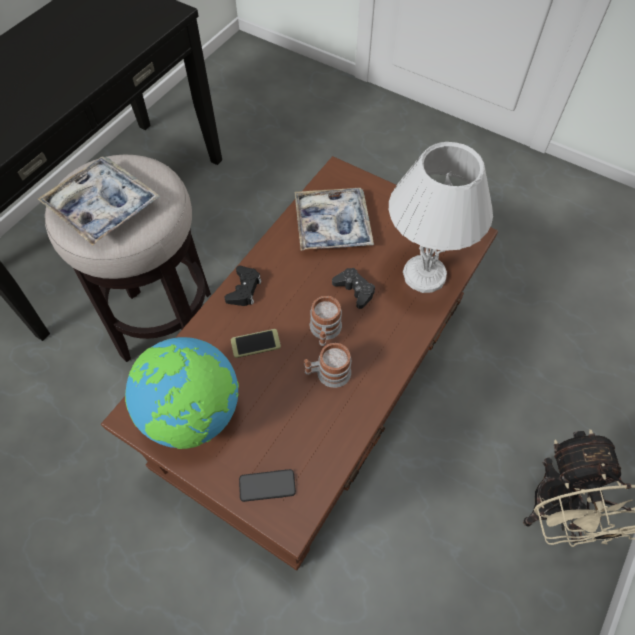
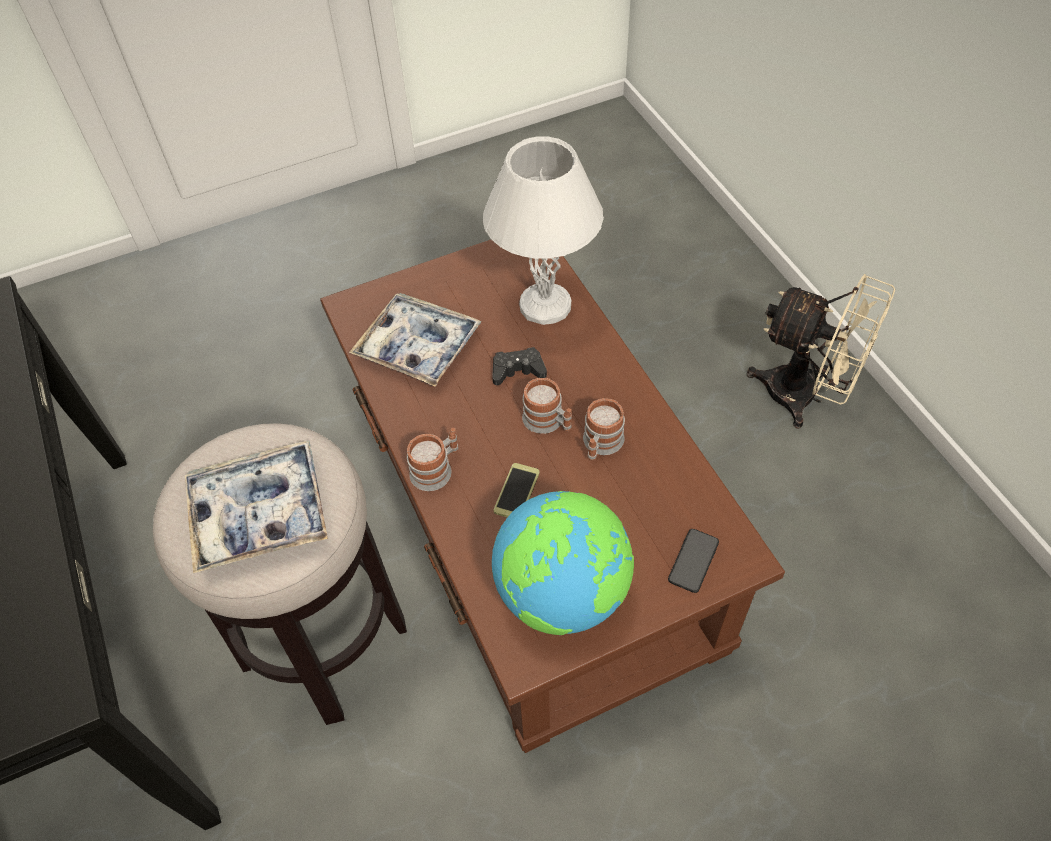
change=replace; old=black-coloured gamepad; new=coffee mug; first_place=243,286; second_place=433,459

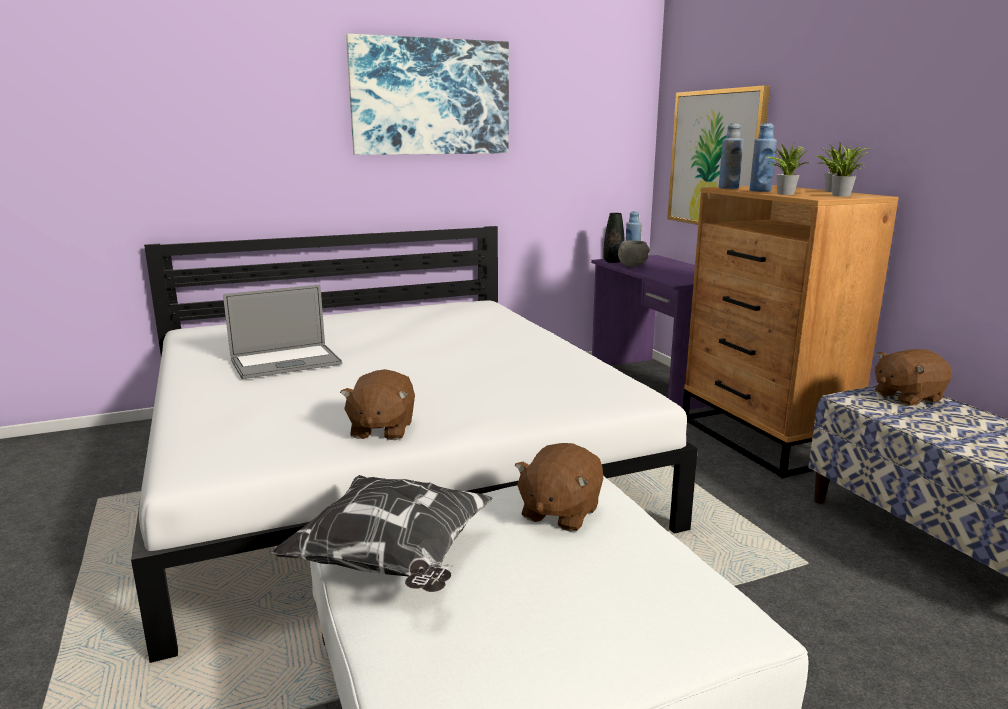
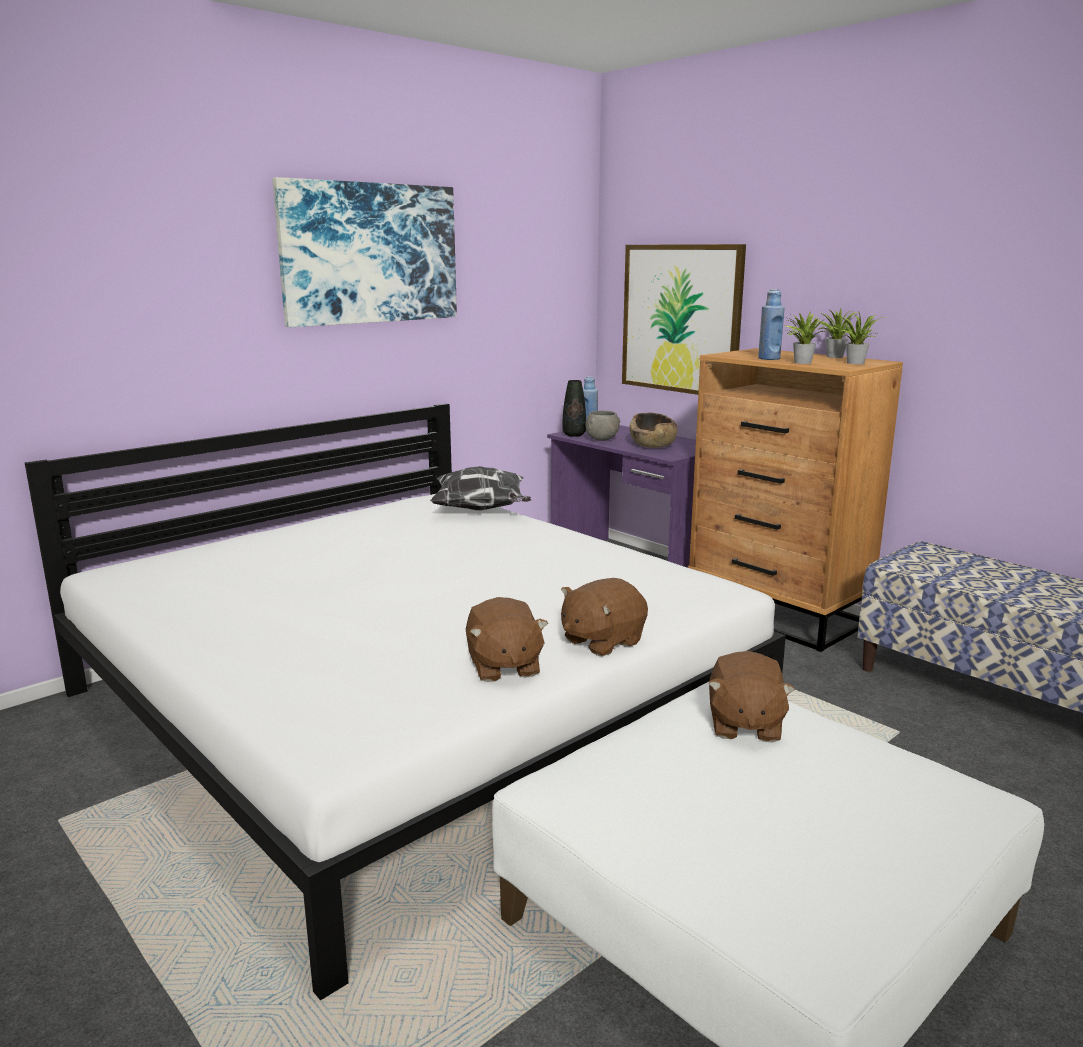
change=delete; old=laptop; first_place=282,332
change=move; old=cushion; first_place=382,533; second_place=480,488
change=delete; old=bluish drink bottle; first_place=731,156
change=move; old=brown-coloured plush toy; first_place=913,377; second_place=604,617
change=insert; new=brown-coloured serving bowl; second_place=653,430

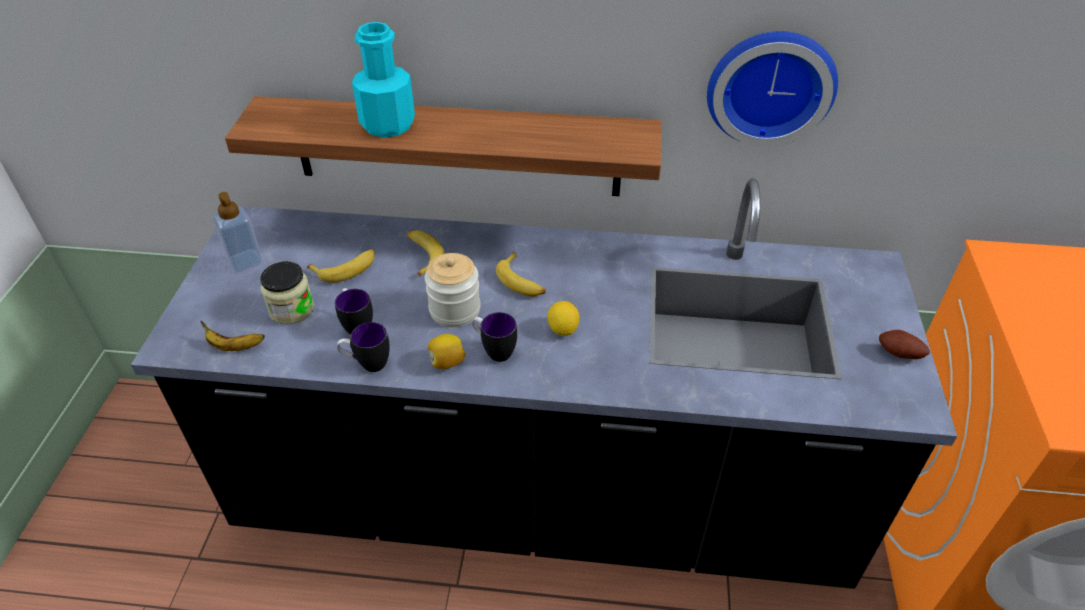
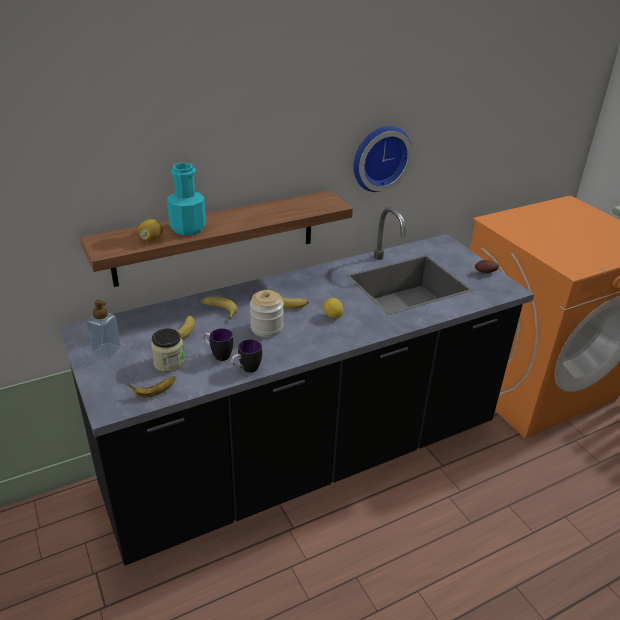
change=move; old=whole lemon; first_place=447,351; second_place=150,230
change=delete; old=coffee mug; first_place=494,337

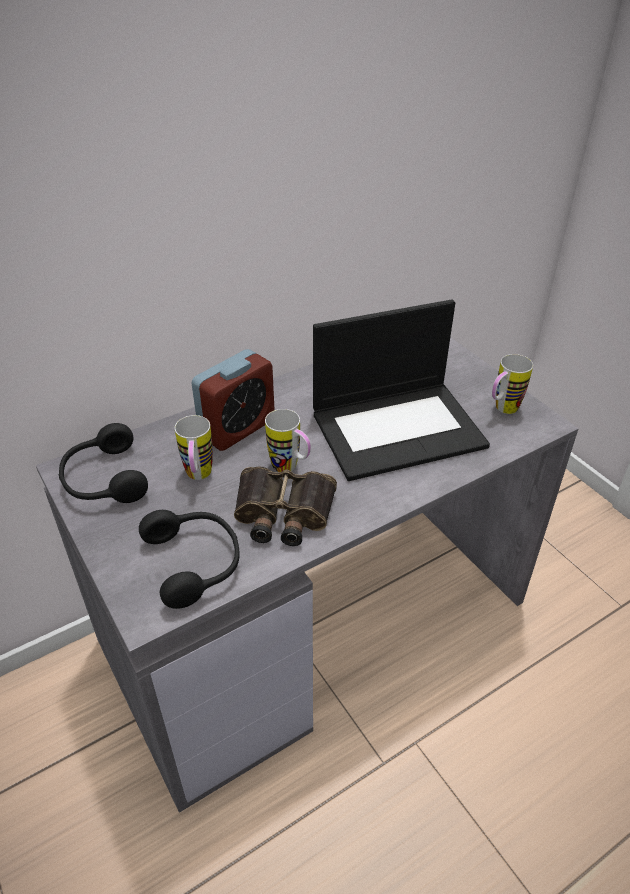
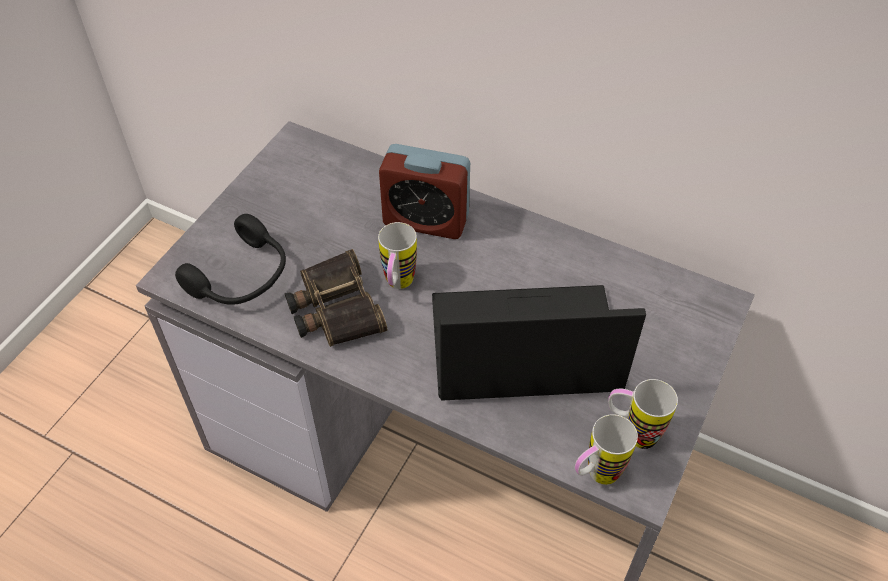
change=delete; old=black-coloured headset; first_place=103,463
change=move; old=coffee mug; first_place=194,447; second_place=606,449
change=rotate; old=laptop; first_place=401,390; second_place=539,343; degrees=135

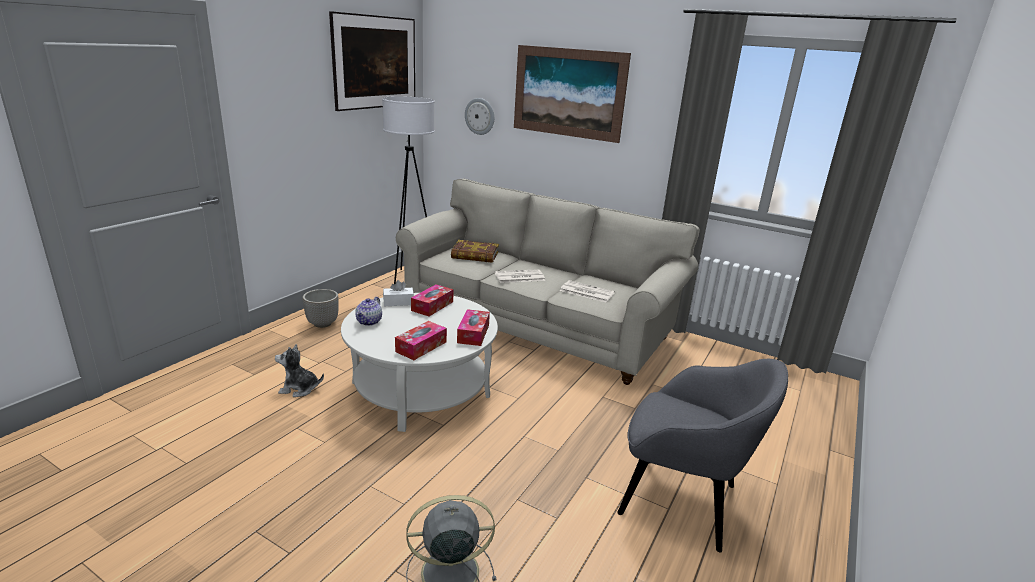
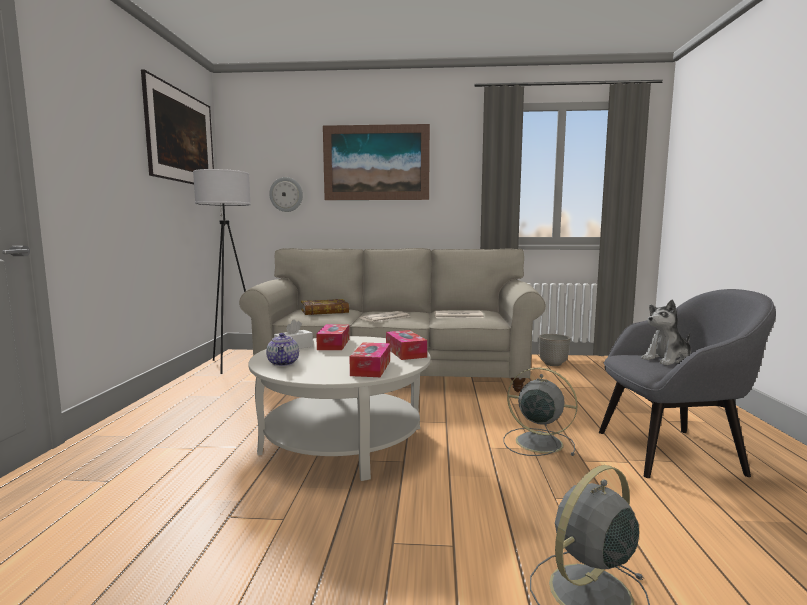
change=move; old=plush toy; first_place=299,370; second_place=666,332
change=move; old=planter; first_place=321,308; second_place=554,350
change=insert; new=grey electric fan; second_place=541,412

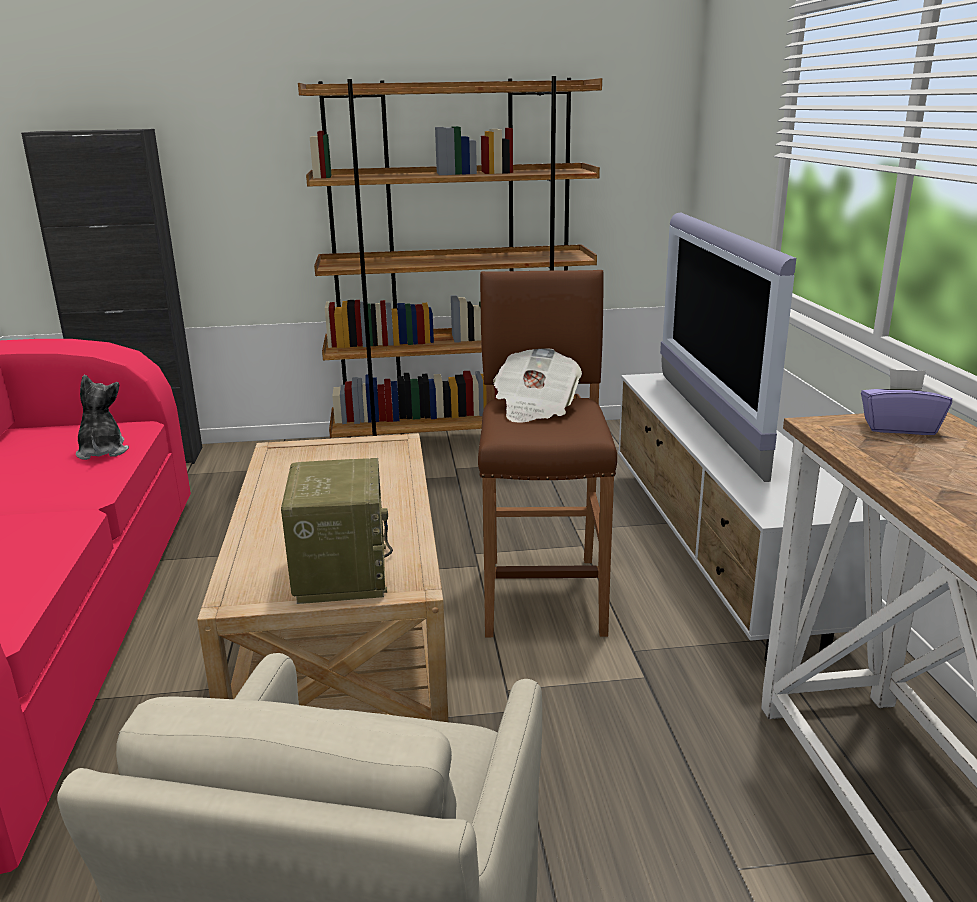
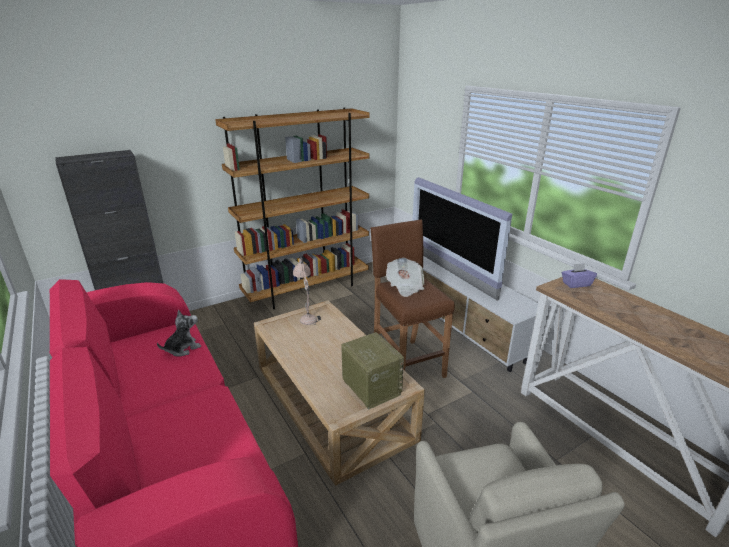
change=rotate; old=plush toy; first_place=102,417; second_place=179,333; degrees=90
change=insert; new=beige-coloured tabletop lamp; second_place=307,291

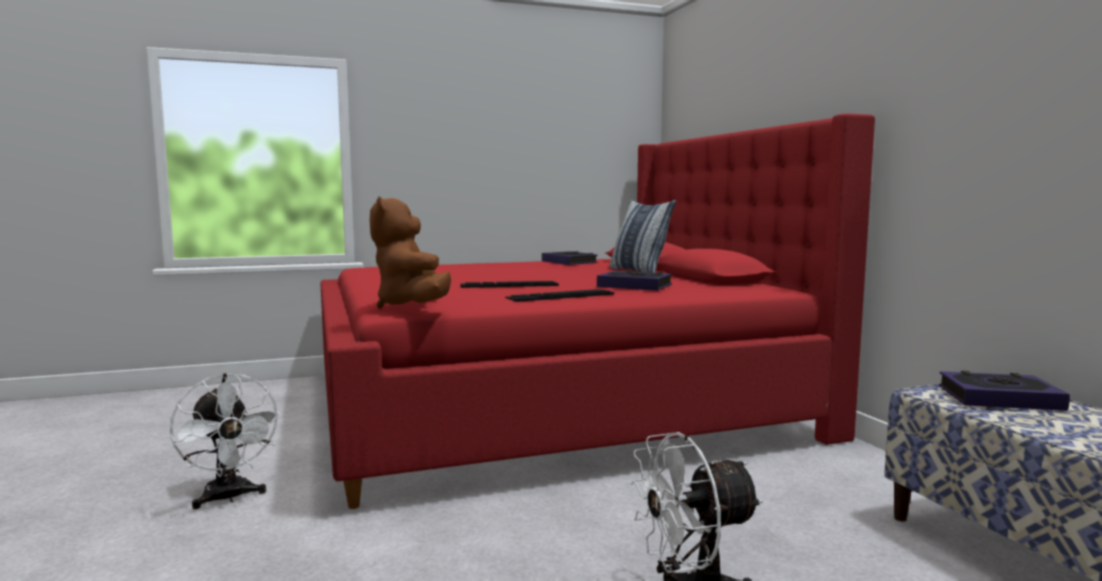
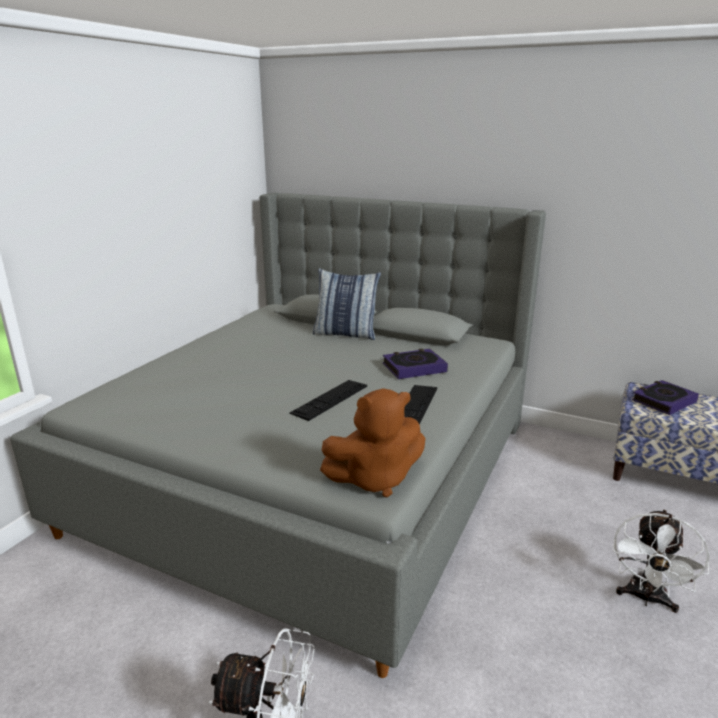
change=recolor; old=reddish bedroom bed; new=grey bedroom bed; first_place=597,311; second_place=278,435
change=rotate; old=brown-coloured plush toy; first_place=410,252; second_place=373,443; degrees=-45
change=delete; old=book; first_place=570,258

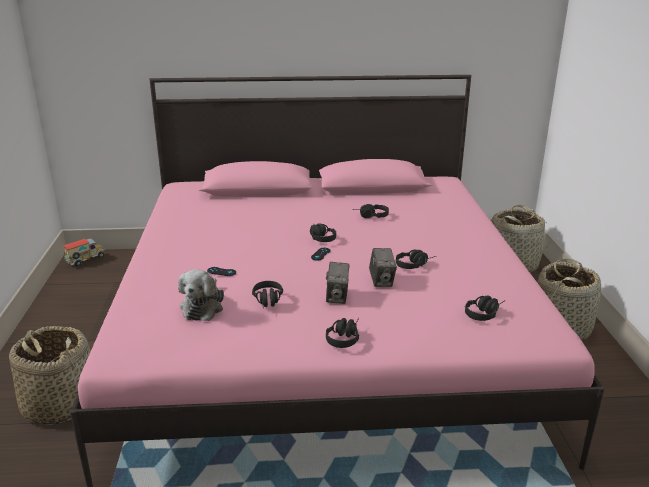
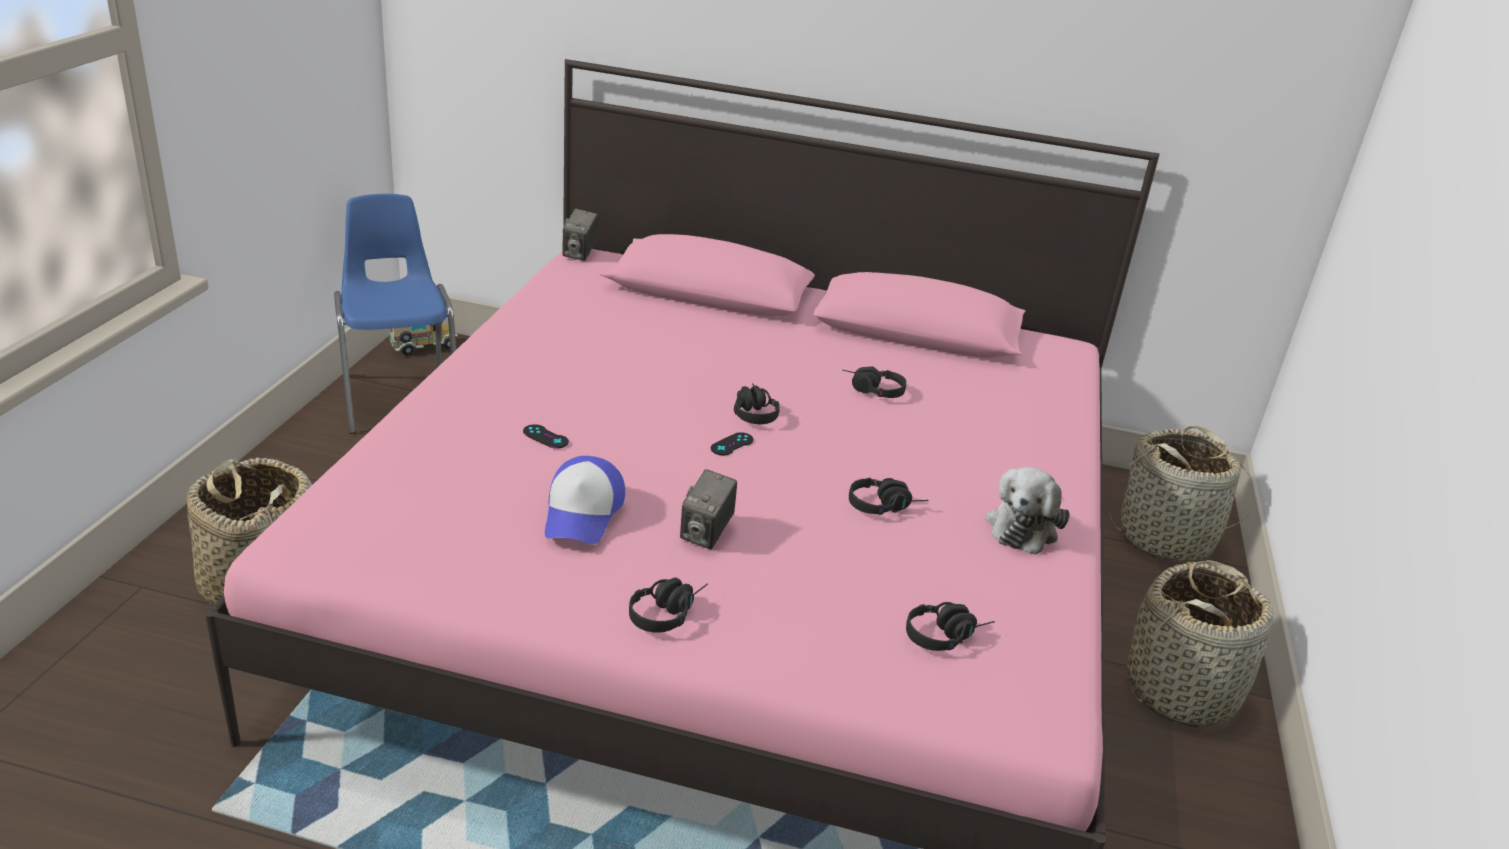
change=move; old=plush toy; first_place=201,295; second_place=1028,511
change=replace; old=black-coloured headset; new=cap; first_place=267,294; second_place=585,500
change=move; old=still camera; first_place=383,267; second_place=580,235
change=insert; new=bluish upright chair; second_place=395,314

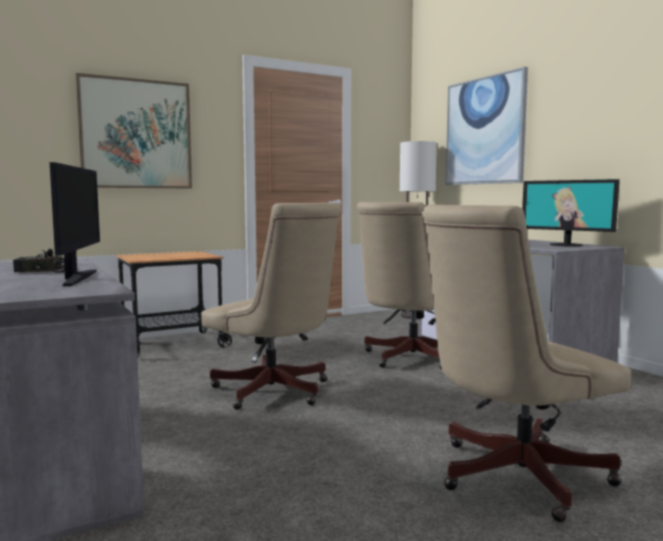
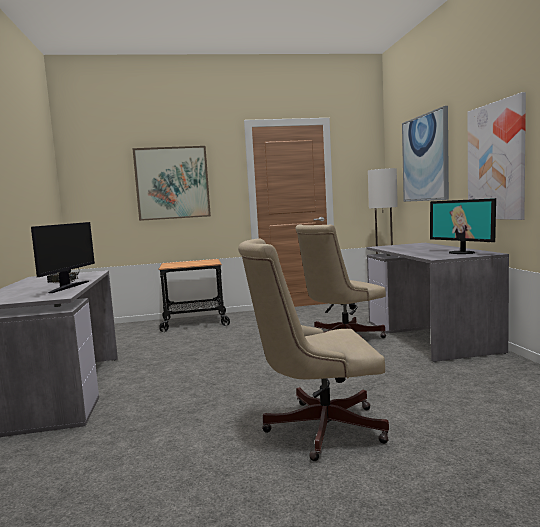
change=delete; old=beige-coloured computer chair; first_place=271,306
change=insert; new=wall art; second_place=497,156

